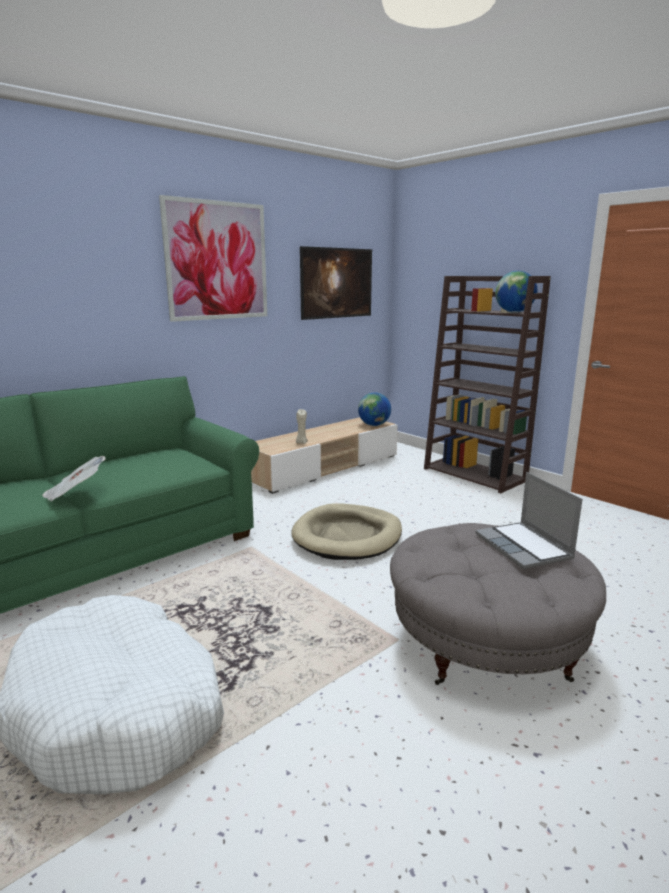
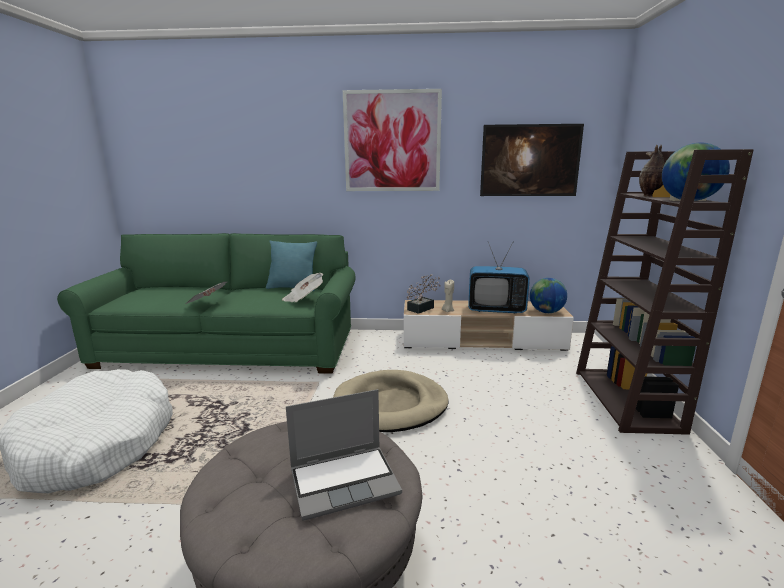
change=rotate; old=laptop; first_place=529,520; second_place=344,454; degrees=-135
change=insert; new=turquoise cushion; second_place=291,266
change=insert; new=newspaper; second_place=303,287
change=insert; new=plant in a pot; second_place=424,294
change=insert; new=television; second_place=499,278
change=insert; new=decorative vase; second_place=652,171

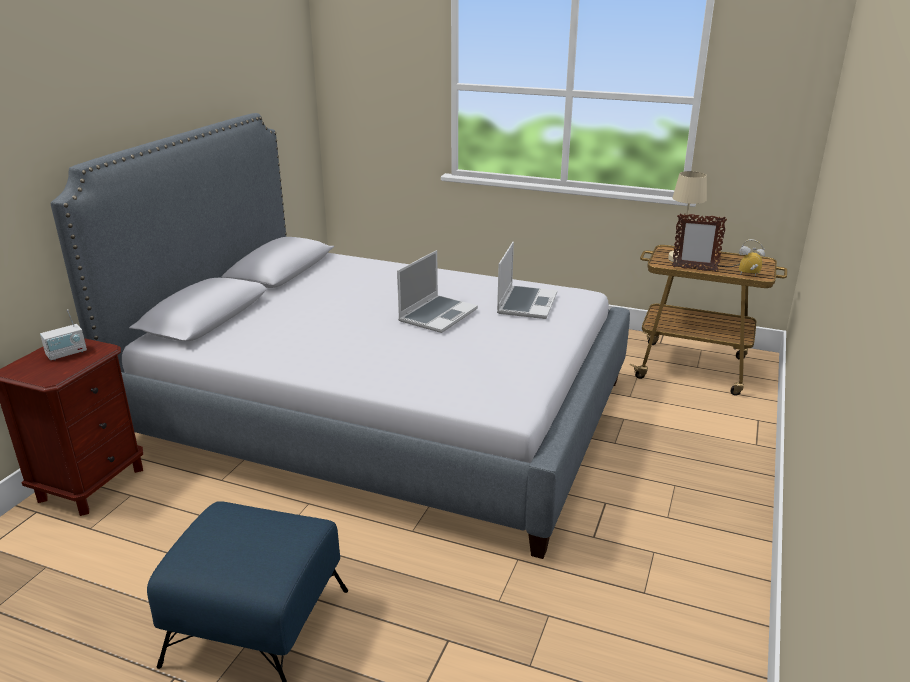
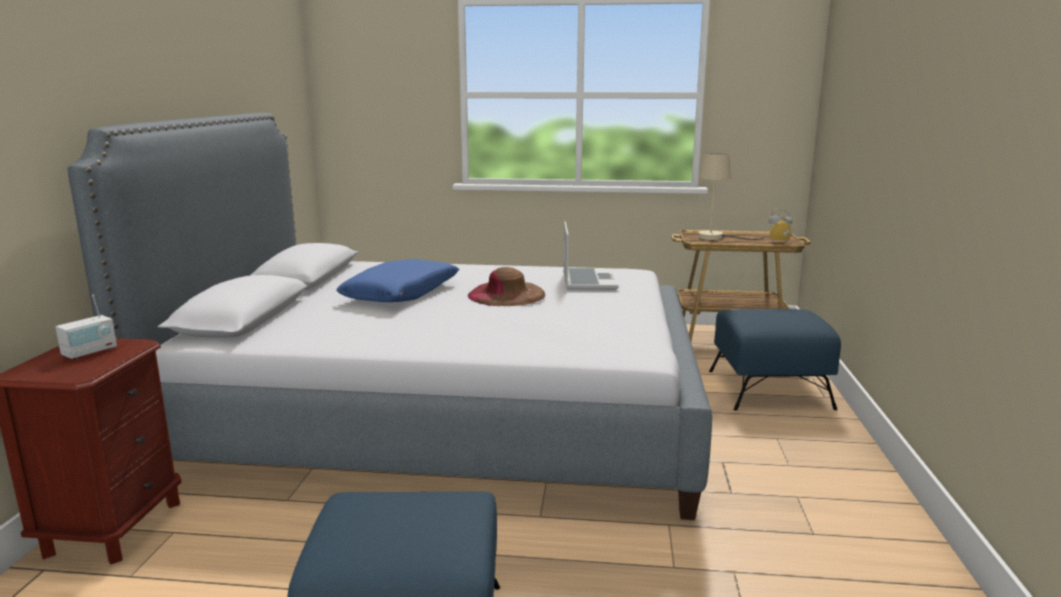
change=replace; old=laptop; new=brown-coloured wearable hat; first_place=437,291; second_place=506,286
change=delete; old=standing frame; first_place=699,242
change=insert; new=bluish cushion; second_place=397,280
change=insert; new=bluish footrest; second_place=775,360

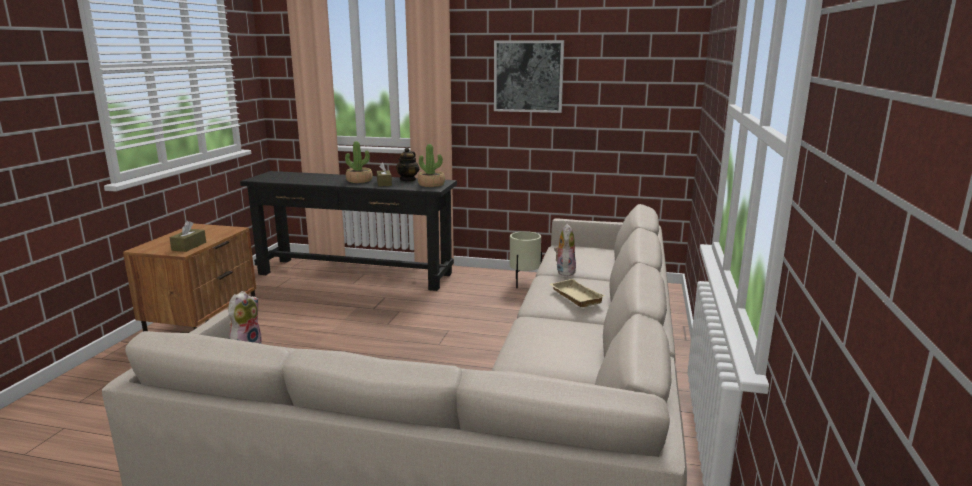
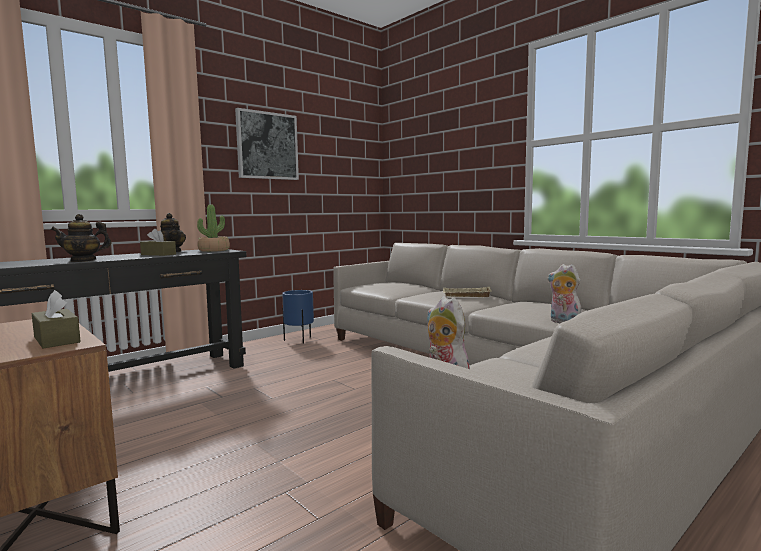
change=delete; old=plant in a pot; first_place=359,162
change=recolor; old=beige-coloured planter; new=bluish planter; first_place=526,259; second_place=298,317
change=move; old=plush toy; first_place=565,250; second_place=564,293
change=insert; new=teapot; second_place=81,238

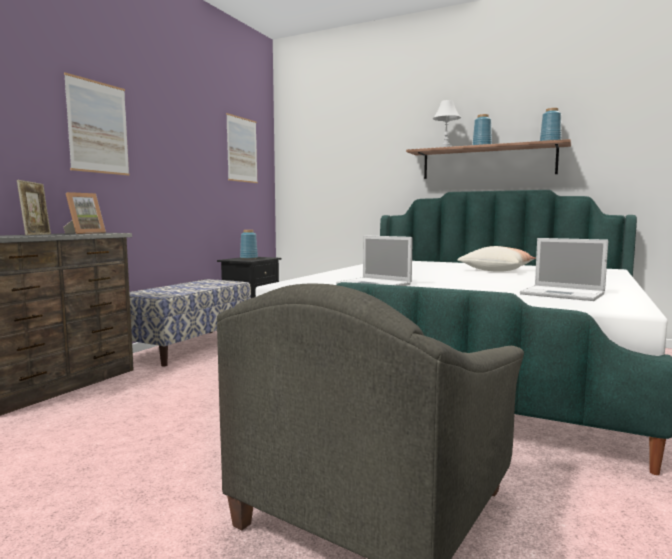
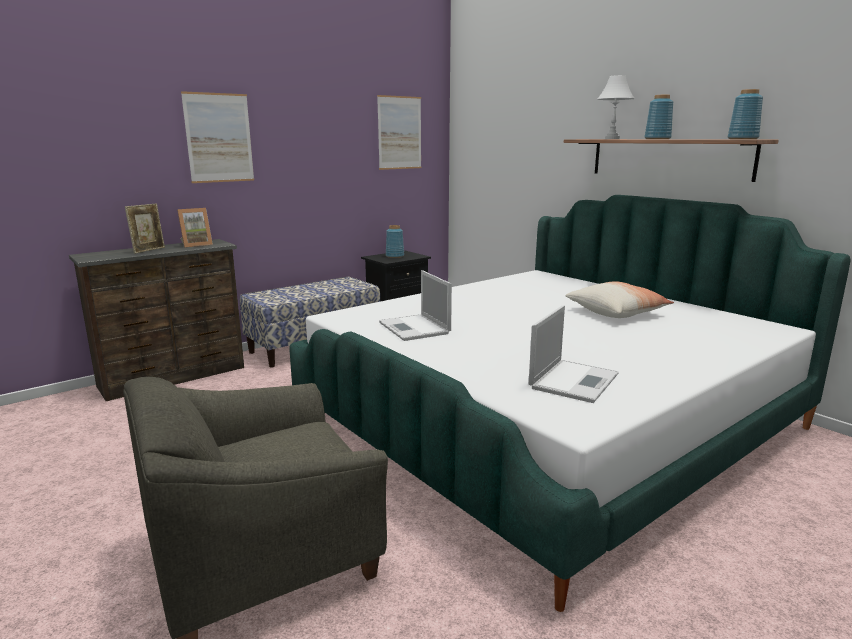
change=rotate; old=laptop; first_place=564,269; second_place=574,354; degrees=-120

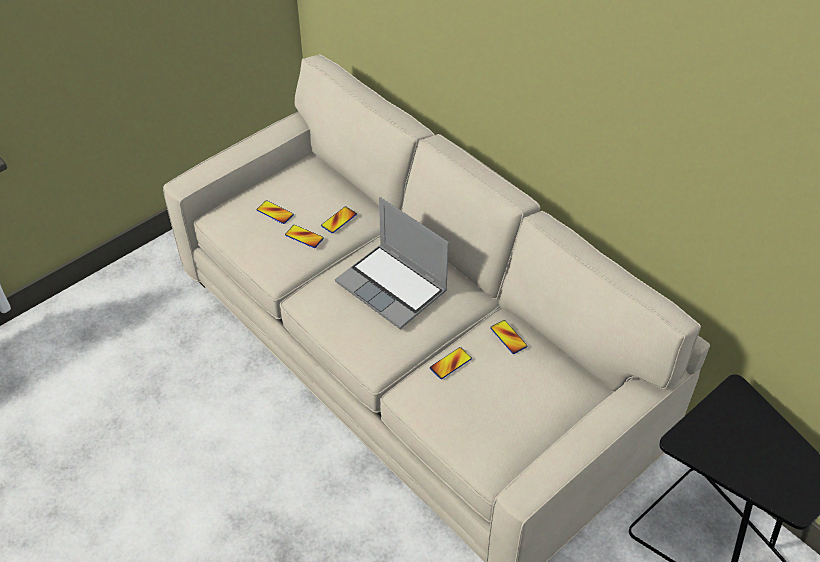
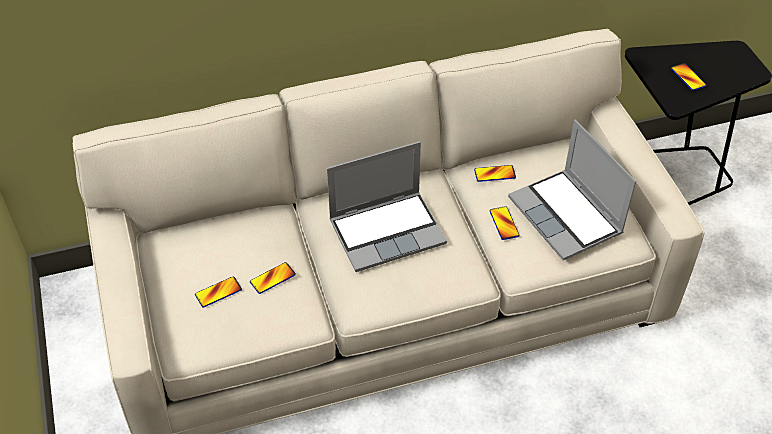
change=move; old=phone; first_place=339,220; second_place=688,77
change=insert; new=laptop; second_place=572,190

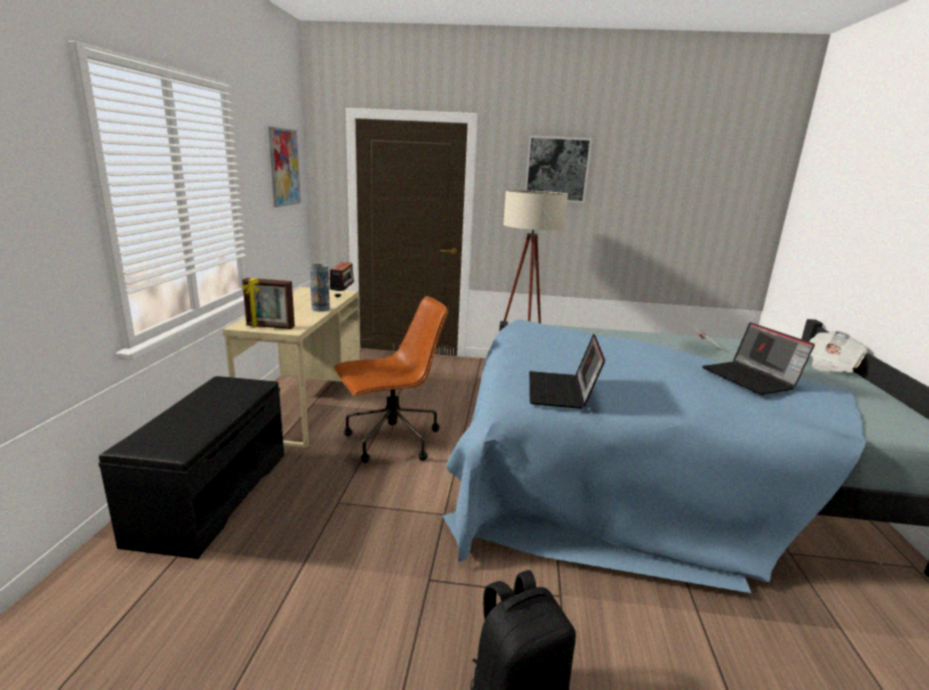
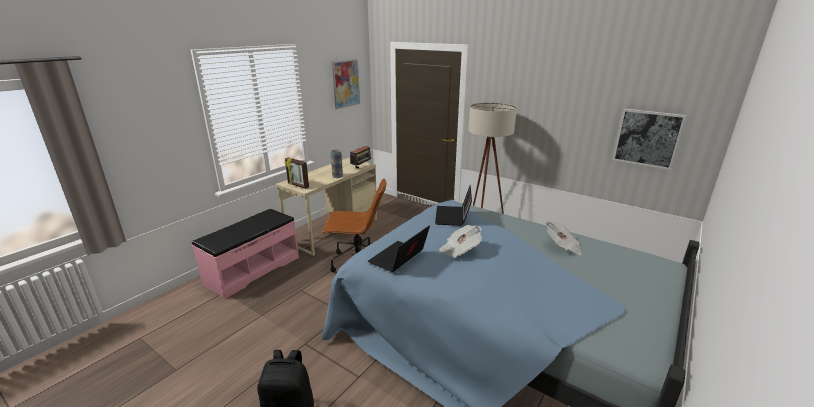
change=recolor; old=black-coloured bench; new=pink bench; first_place=191,467; second_place=245,254
change=move; old=wall art; first_place=558,169; second_place=649,139
change=move; old=laptop; first_place=758,358; second_place=453,205
change=move; old=newspaper; first_place=838,352; second_place=460,241

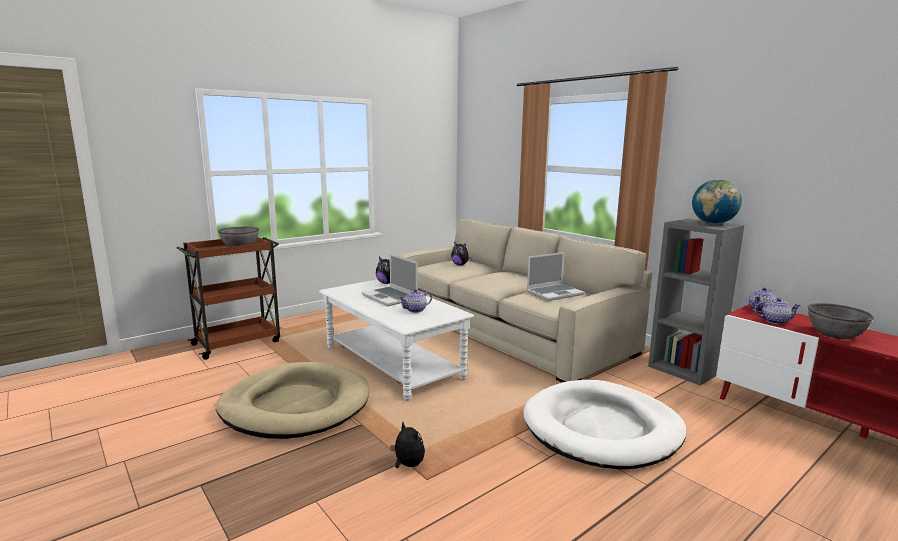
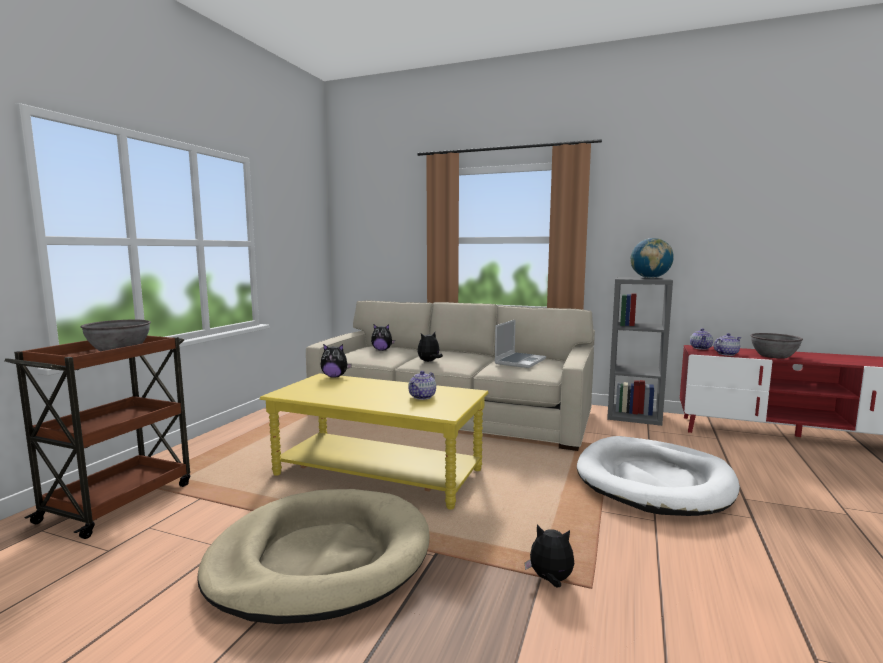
change=recolor; old=whitish low table; new=yellow low table; first_place=396,340; second_place=374,442
change=delete; old=laptop; first_place=390,280
change=insert; new=plush toy; second_place=430,347

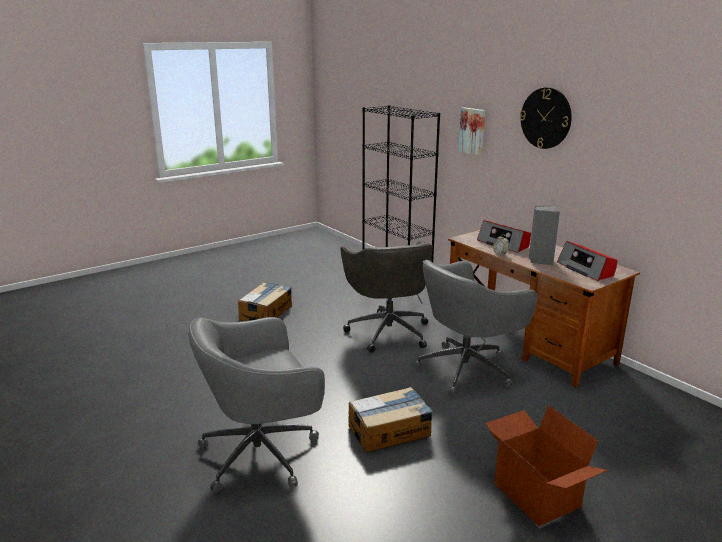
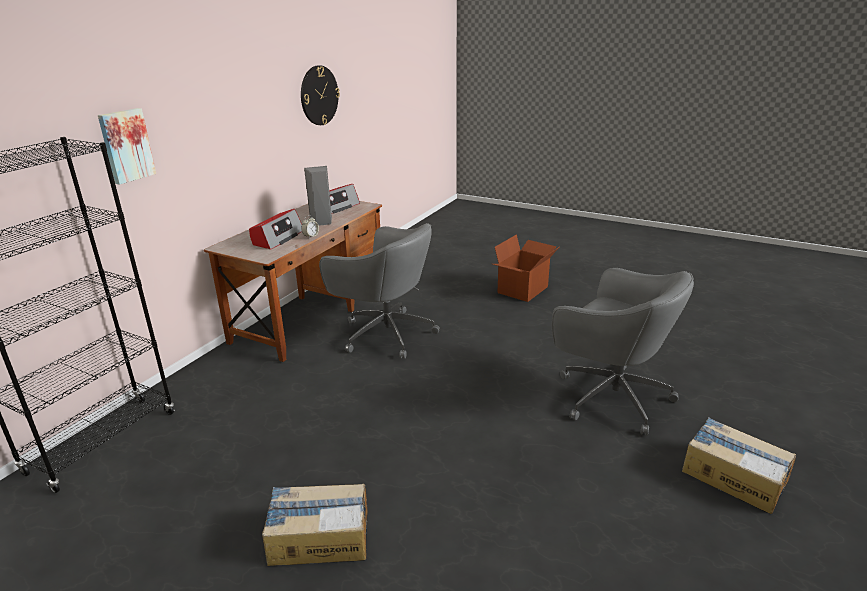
change=delete; old=grey computer chair; first_place=387,297
change=move; old=packing box; first_place=391,420; second_place=739,465
change=move; old=hanging clock; first_place=546,118; second_place=320,95

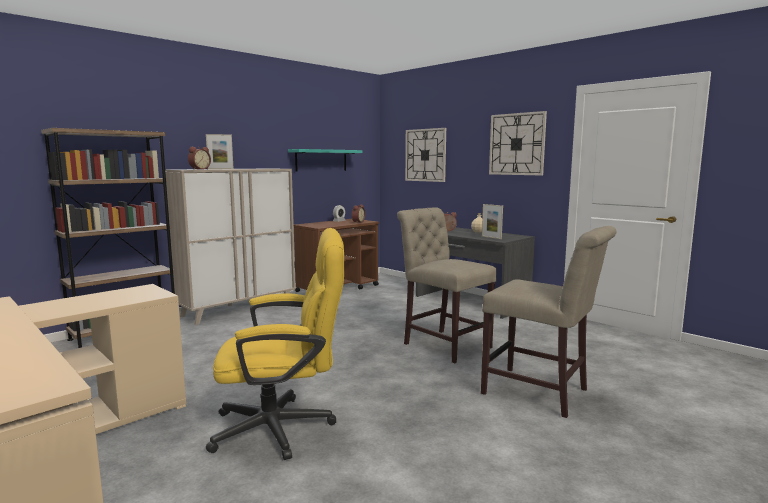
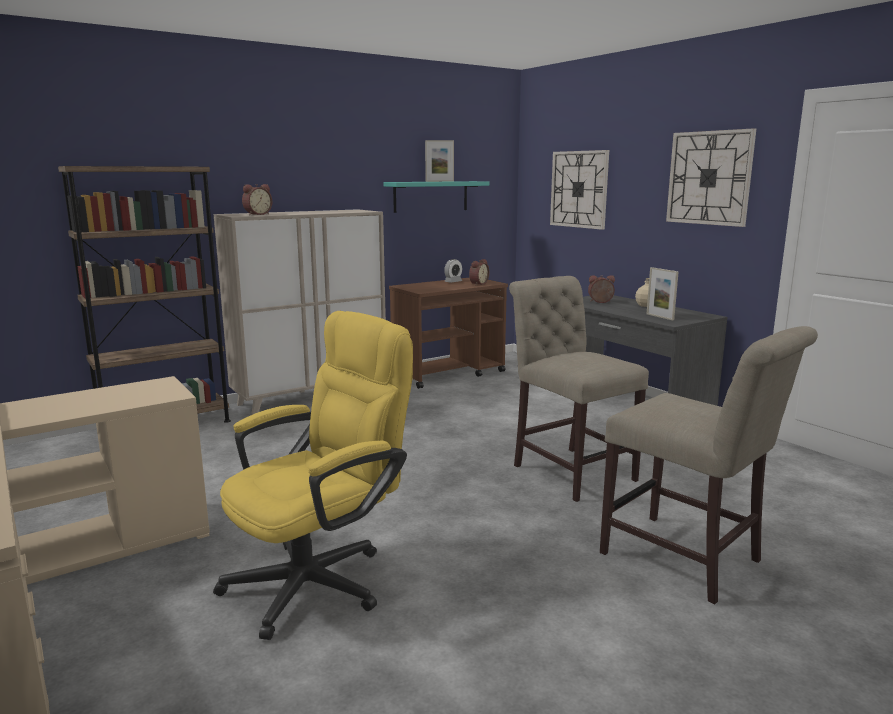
change=move; old=standing frame; first_place=220,151; second_place=439,161
change=rotate; old=yellow computer chair; first_place=275,344; second_place=313,475; degrees=-45

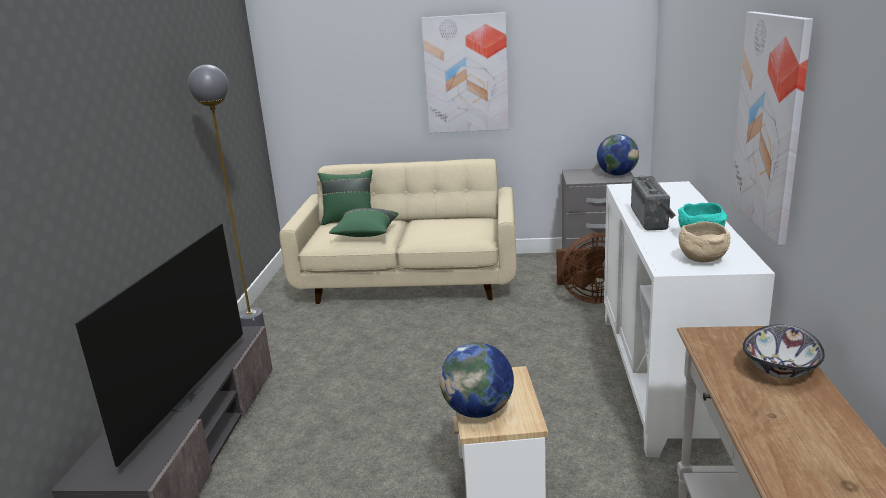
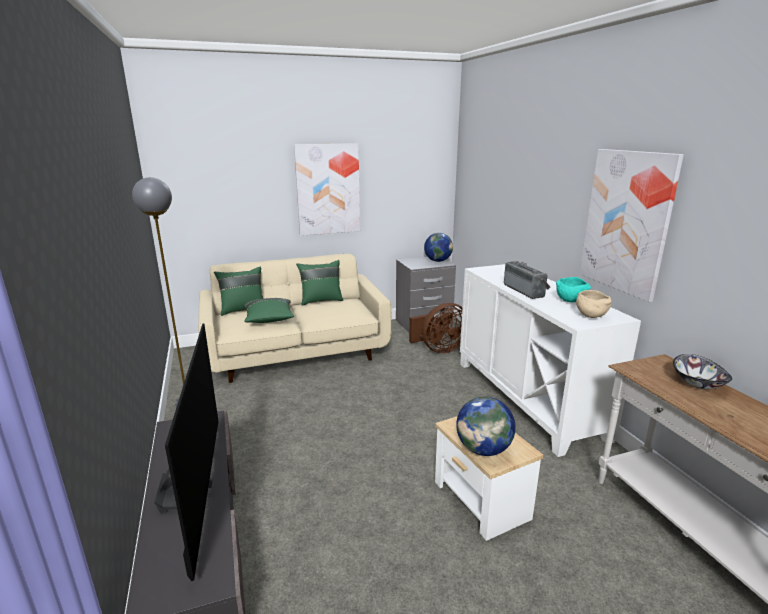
change=insert; new=green-coloured cushion; second_place=319,283

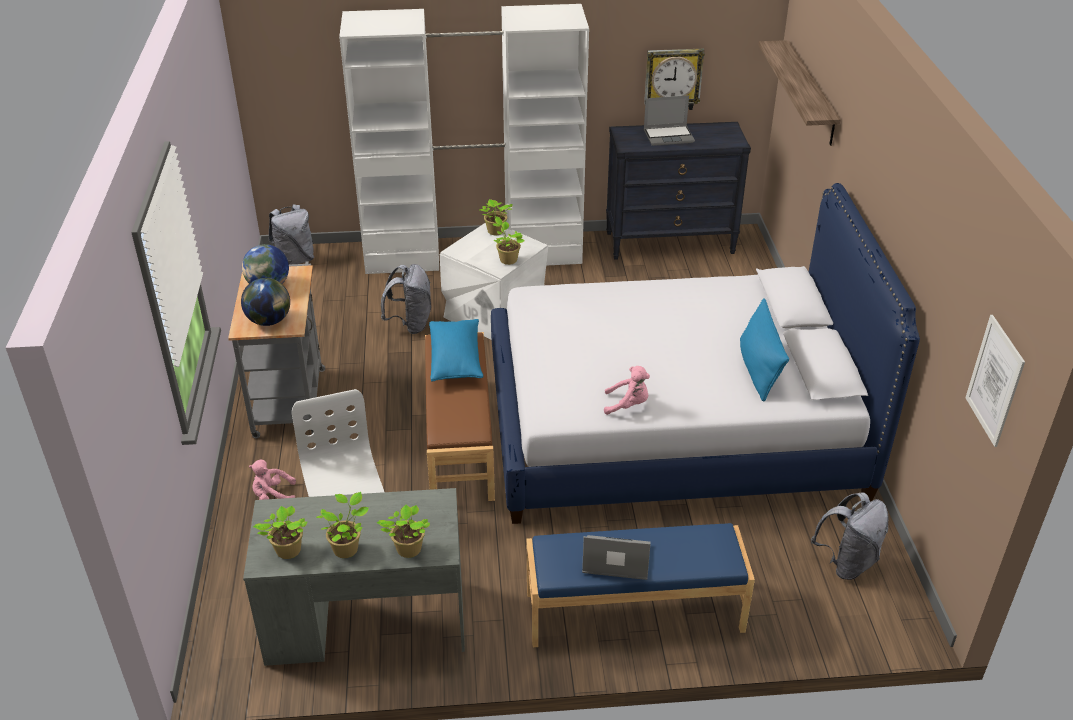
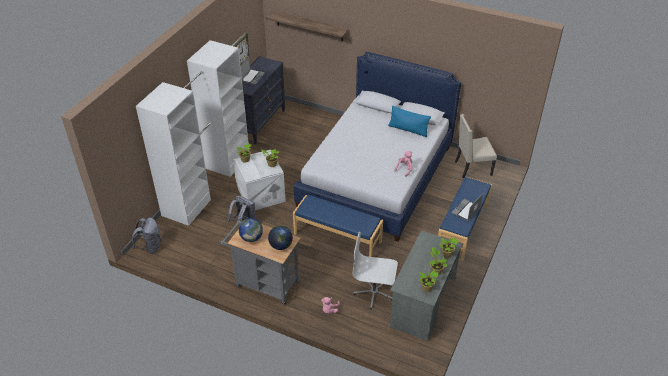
change=recolor; old=brown-coloured bench; new=bluish bench; first_place=460,416; second_place=338,226
change=delete; old=bluish cushion; first_place=456,350
change=replace; old=grey rucksack; new=beige-coloured upright chair; first_place=850,536; second_place=476,146
change=delete; old=wall art; first_place=995,381

